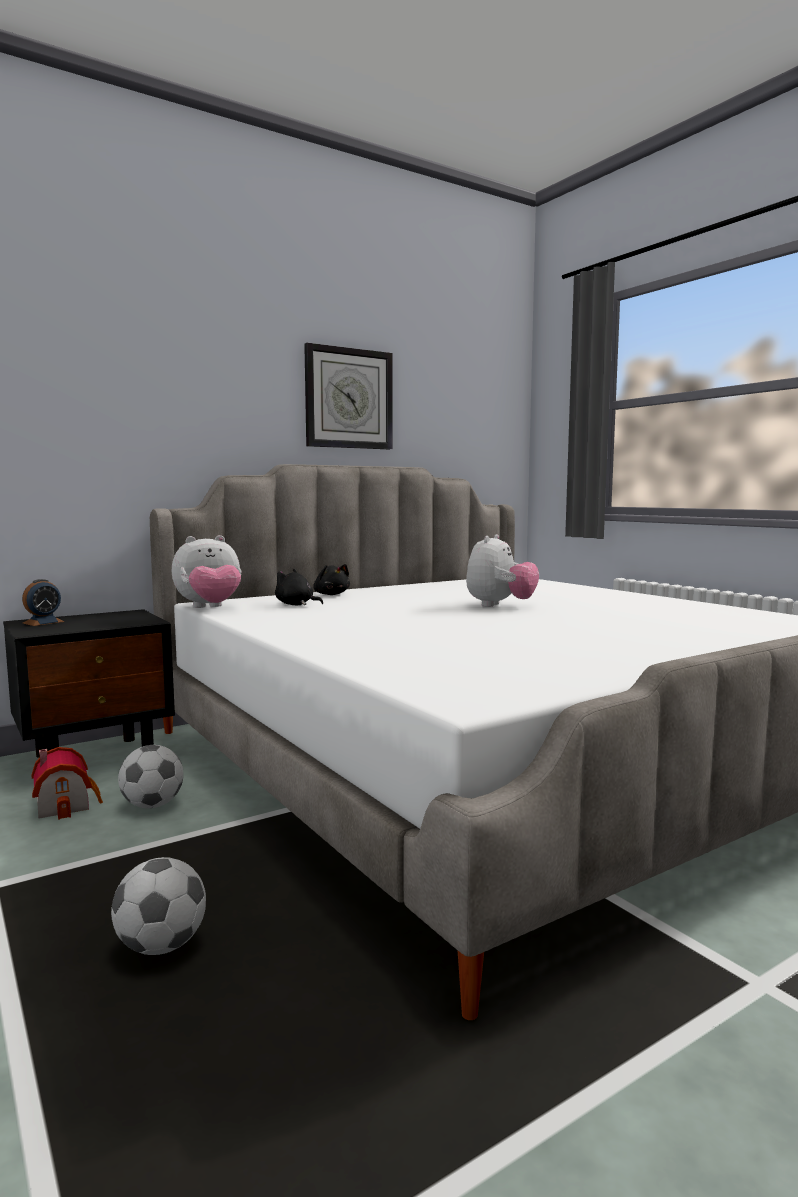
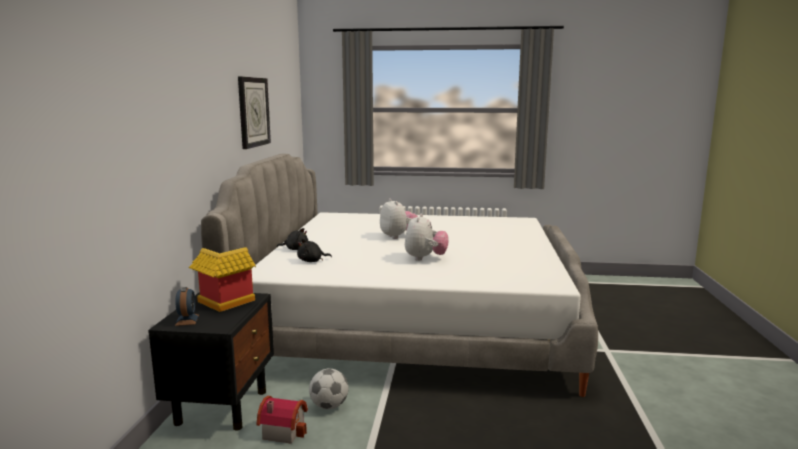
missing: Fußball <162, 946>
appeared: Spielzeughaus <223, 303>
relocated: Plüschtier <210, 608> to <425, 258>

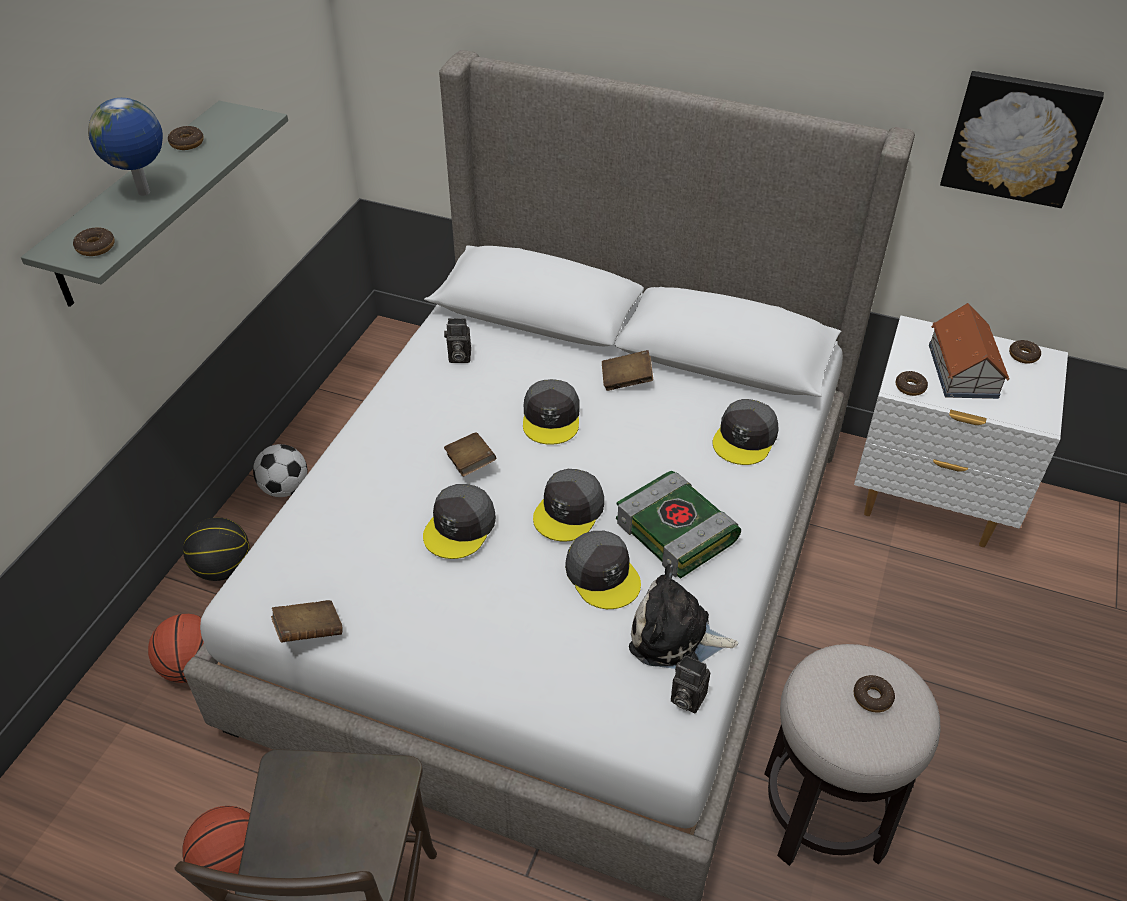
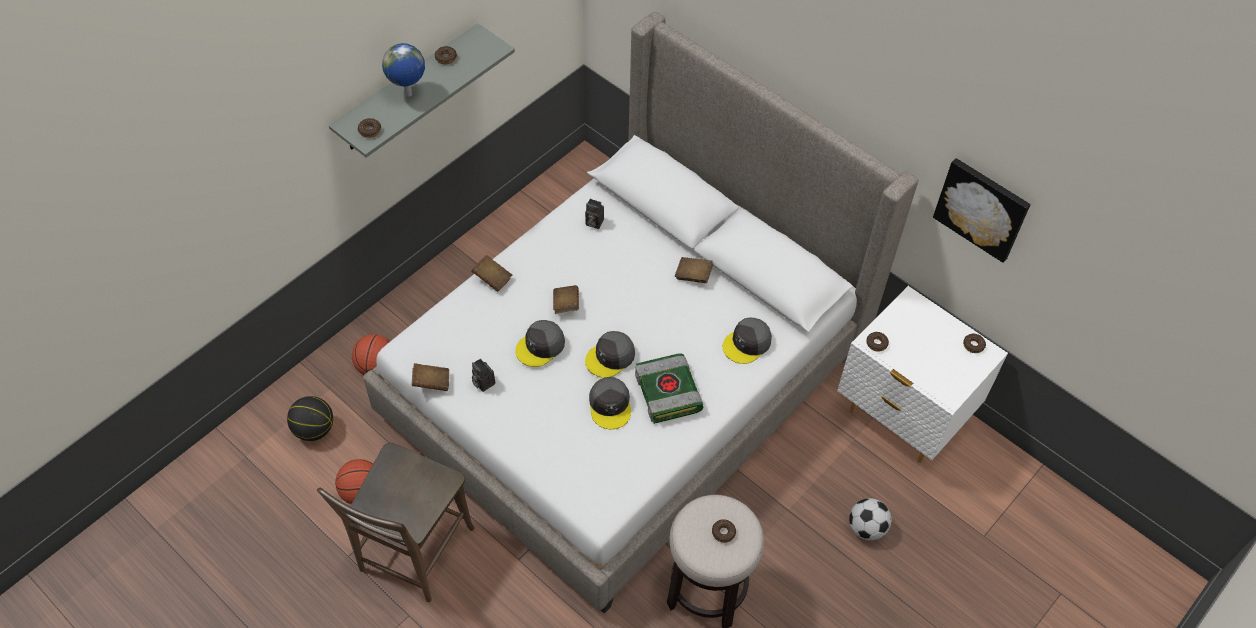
missing: Kappe (grau) <551, 418>; Plüschtier <675, 636>; Spielzeughaus <962, 371>
appeared: Buch (braun) <492, 279>
relocated: Basketball <223, 568> to <314, 429>; Fußball <285, 488> to <867, 528>; Kamera <685, 698> to <482, 382>

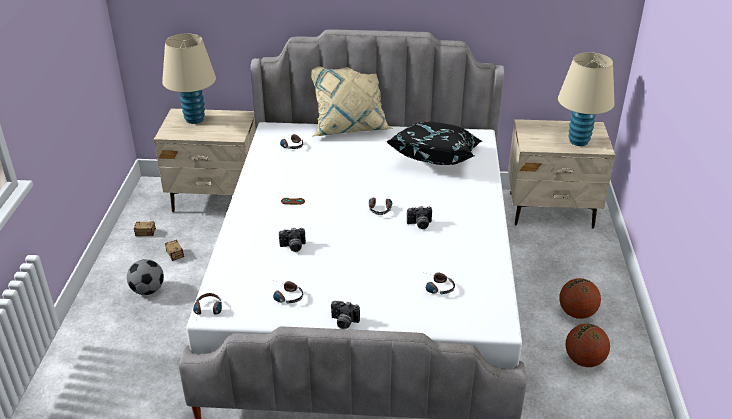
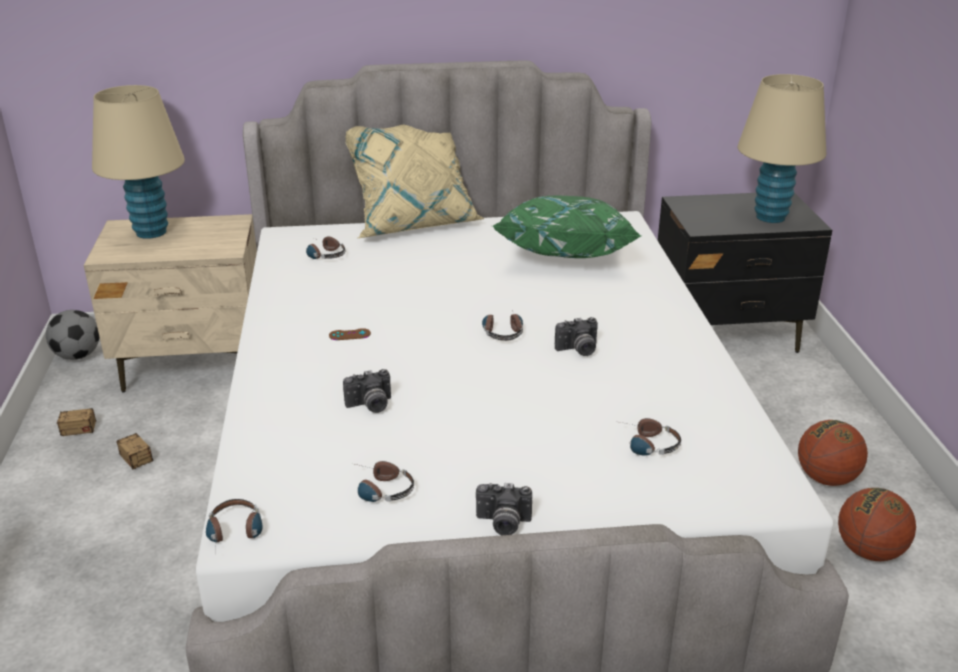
relocated: Fußball <148, 290> to <78, 355>
colour: Kissen (schwarz) <435, 157> to Kissen (grün) <565, 253>; Nachttisch (beige) <551, 211> to Nachttisch (schwarz) <727, 334>

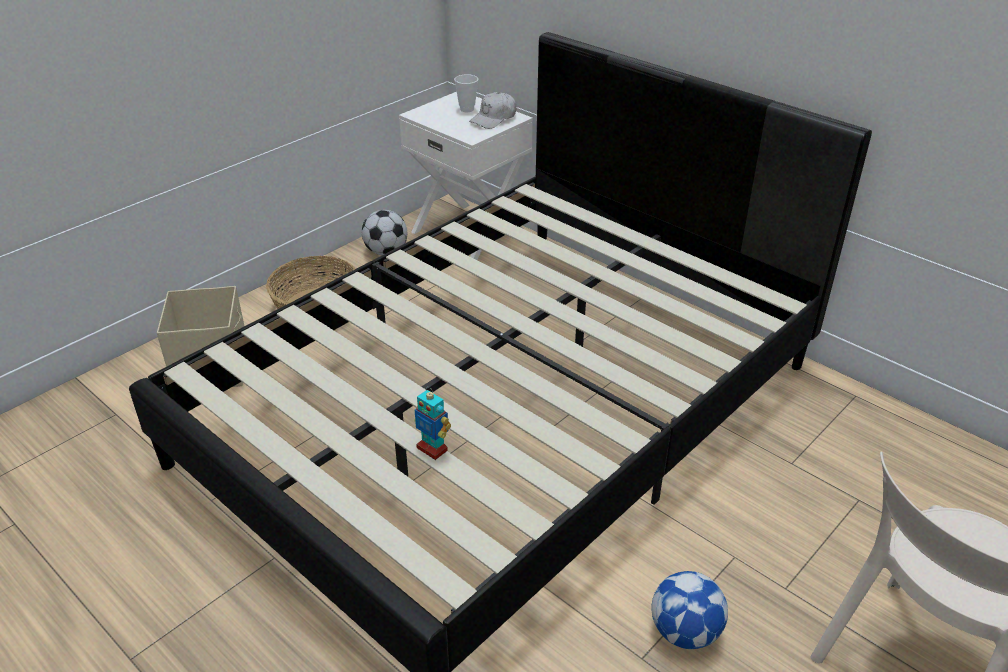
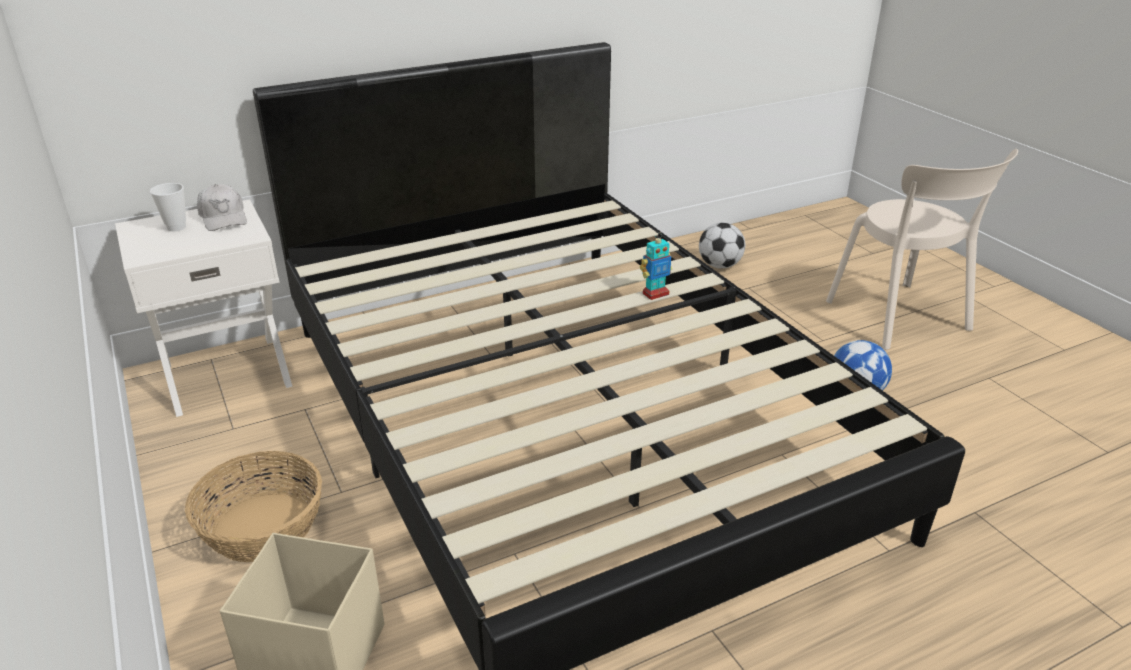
relocated: Fußball <386, 252> to <719, 265>; Spielzeugroboter <432, 449> to <655, 294>

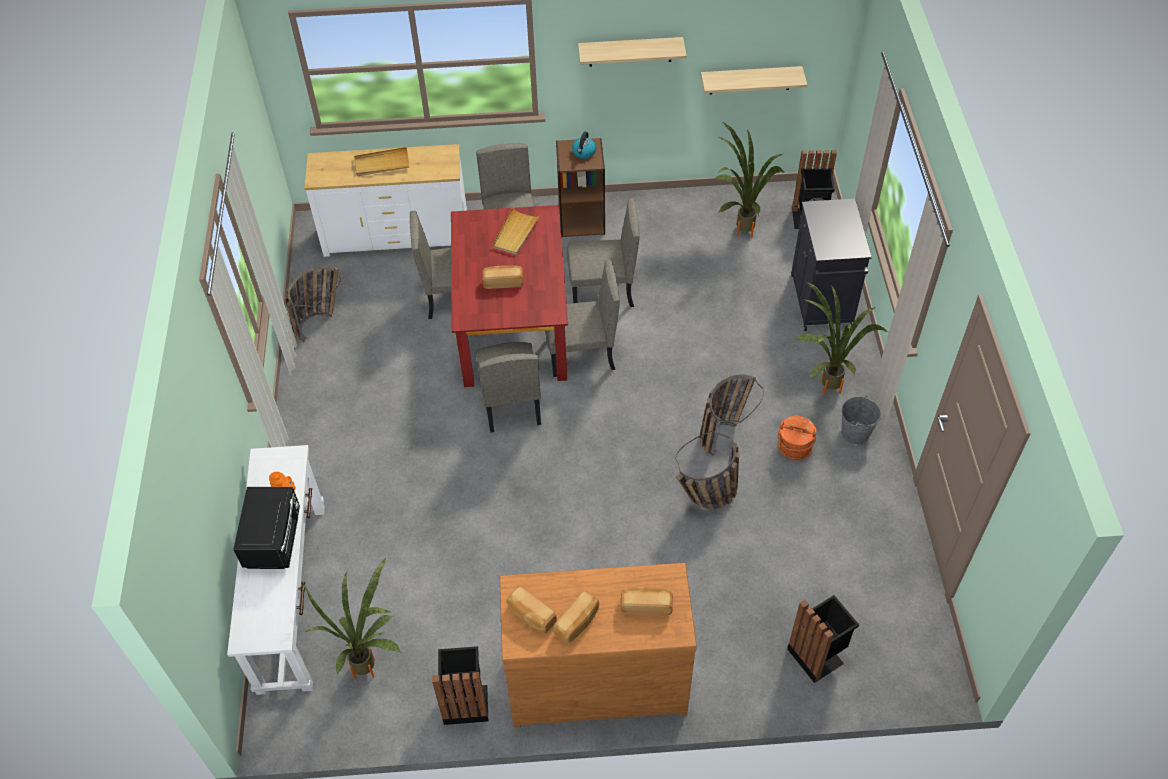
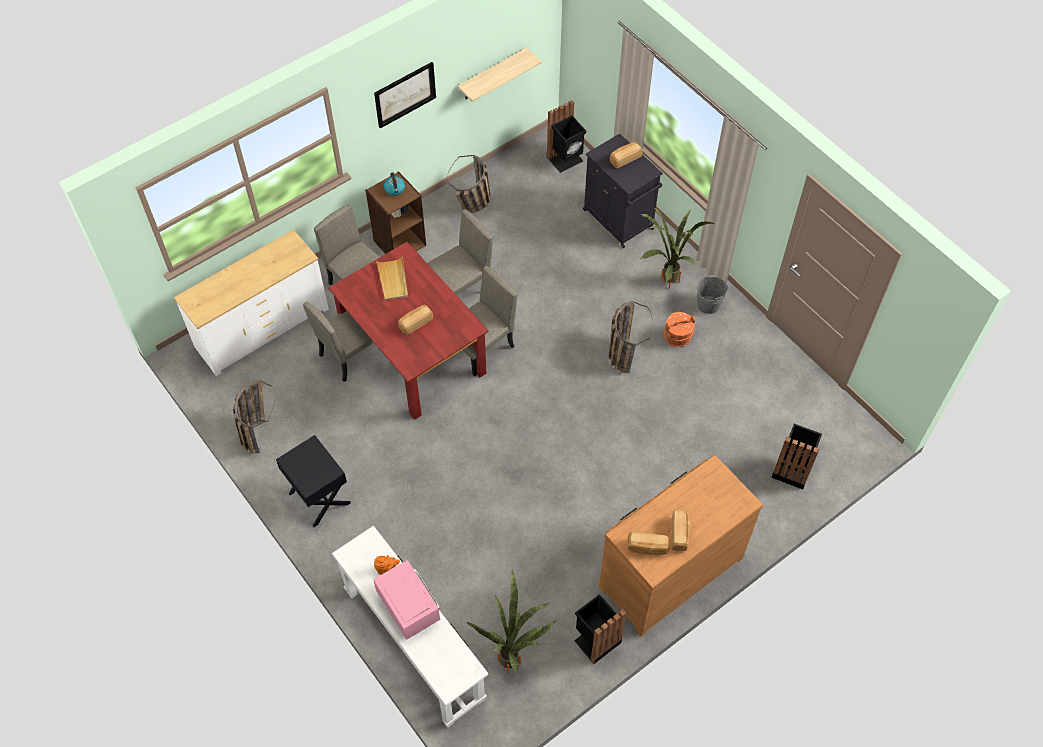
missing: Tablett (beige) <382, 164>; Stuhl (beige) <510, 403>; Topfpflanze <738, 229>
appeared: Nachttisch (schwarz) <319, 498>
relocated: Brot <646, 605> to <625, 159>; Korb <707, 499> to <473, 206>
exchanged: Wandregal <630, 51> to Bild <405, 94>
colour: Mikrowelle (schwarz) <274, 539> to Mikrowelle (rosa) <408, 606>

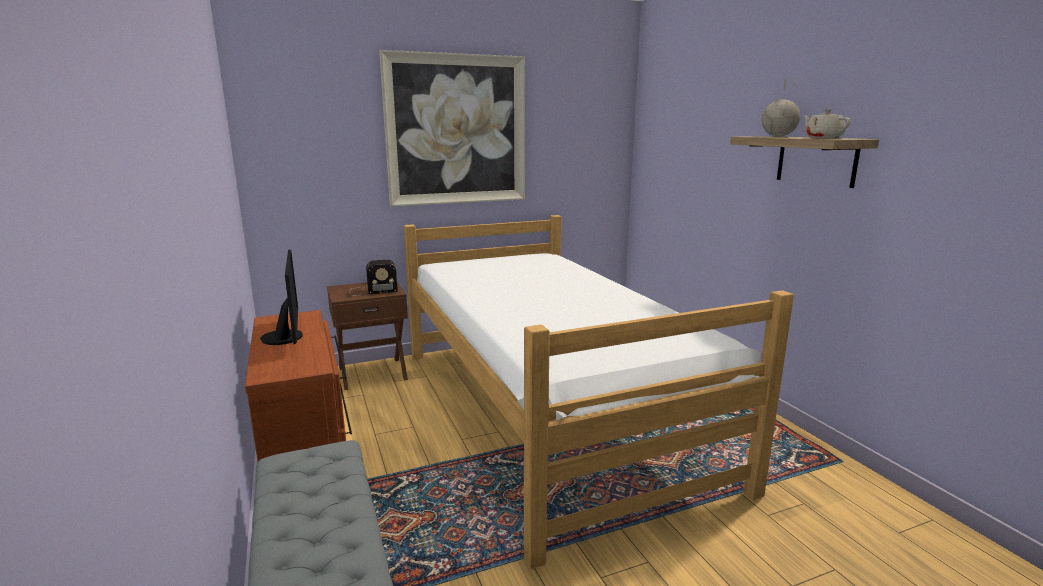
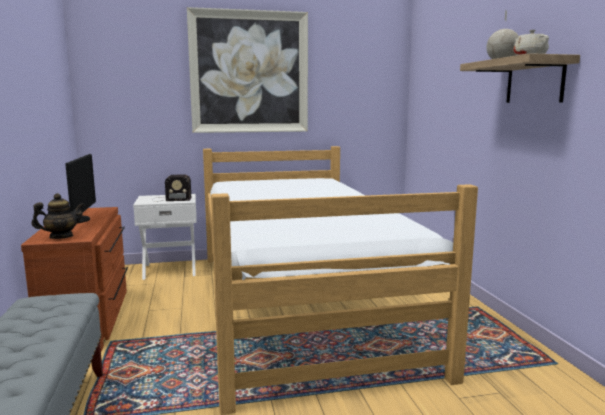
appeared: Teekanne <61, 237>
colour: Nachttisch (braun) <372, 373> to Nachttisch (weiß) <170, 269>

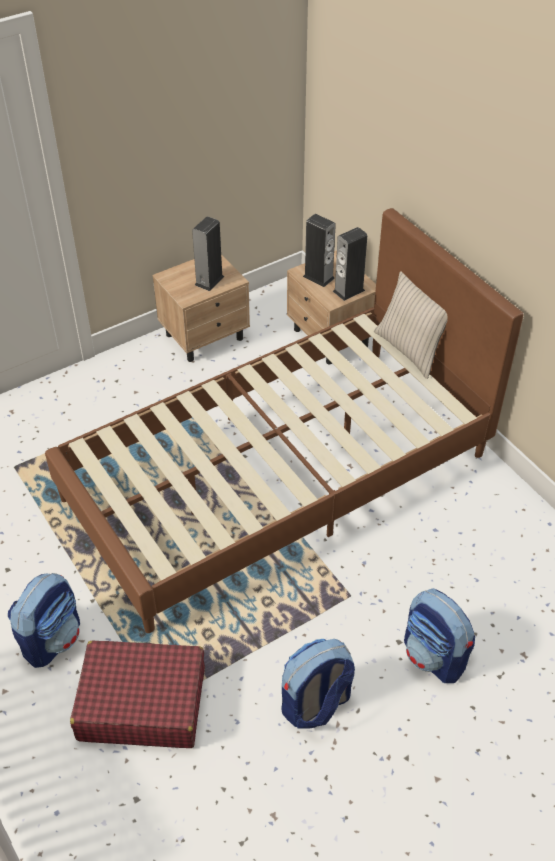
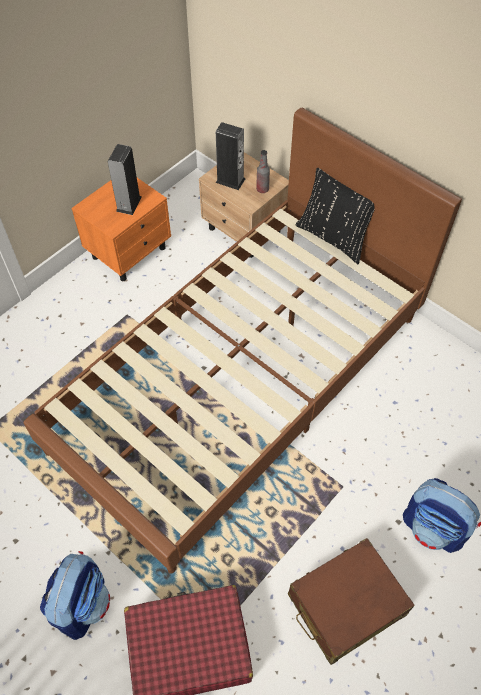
exchanged: Rucksack <315, 704> to Koffer (braun) <346, 605>; Lautsprecher <348, 291> to Flasche <262, 189>
colour: Nachttisch (beige) <205, 336> to Nachttisch (orange) <130, 252>; Kissen (beige) <410, 349> to Kissen (schwarz) <333, 237>

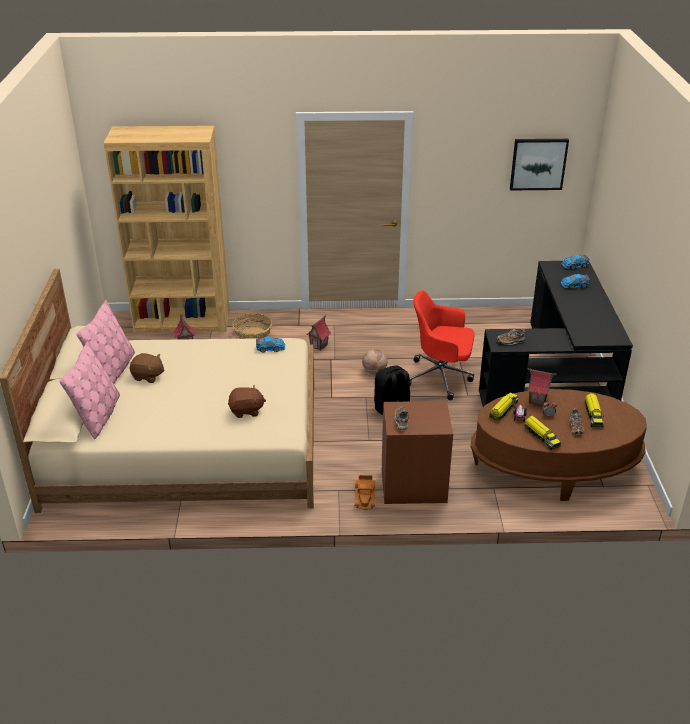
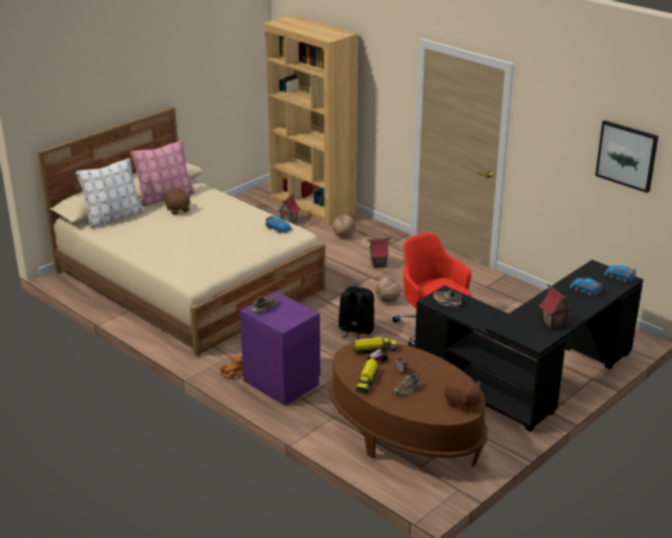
missing: Spielzeuglaster <593, 415>
relocated: Plüschtier (braun) <246, 411> to <462, 403>; Spielzeughaus <537, 400> to <553, 323>
exchanged: Korb <253, 335> to Basketball <344, 236>
colour: Kissen (rosa) <98, 416> to Kissen (weiß) <113, 218>; Nachttisch (braun) <413, 485> to Nachttisch (lila) <282, 382>

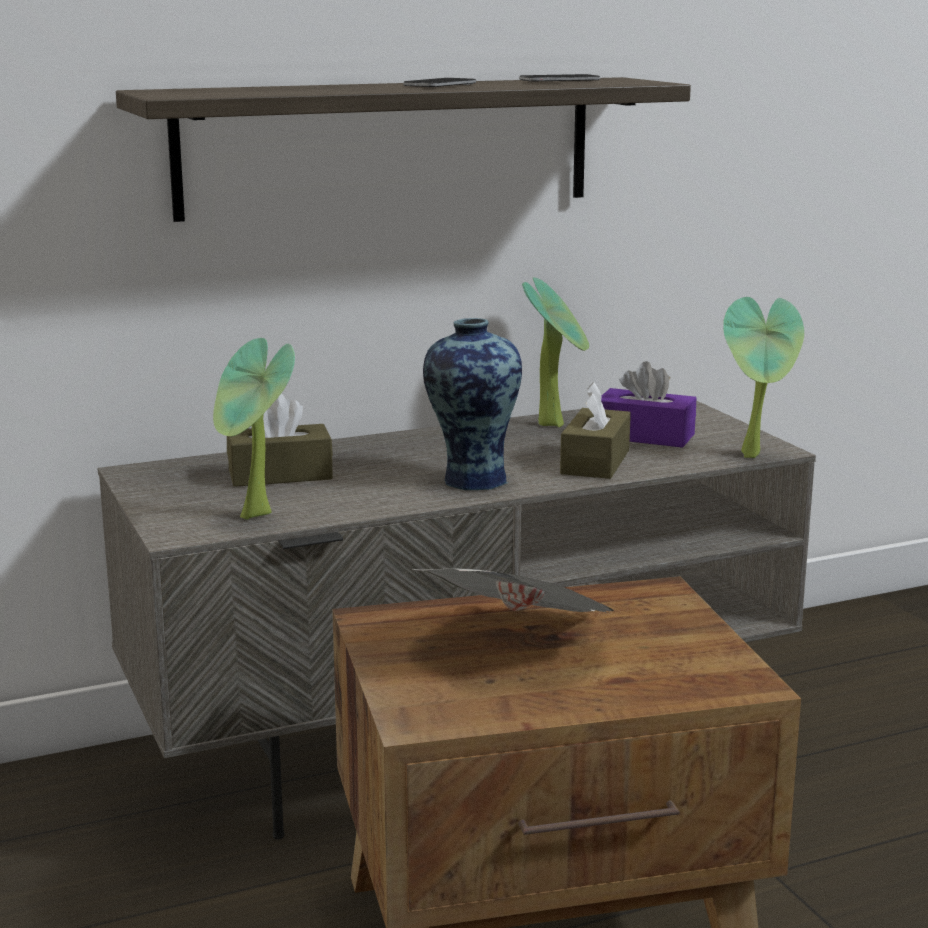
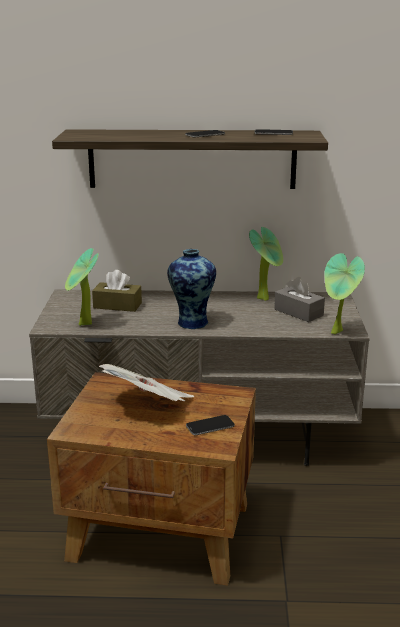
missing: Taschentuchbox (braun) <595, 462>
appeared: Handy <210, 426>
colour: Taschentuchbox (lila) <644, 436> to Taschentuchbox (grau) <298, 312>

